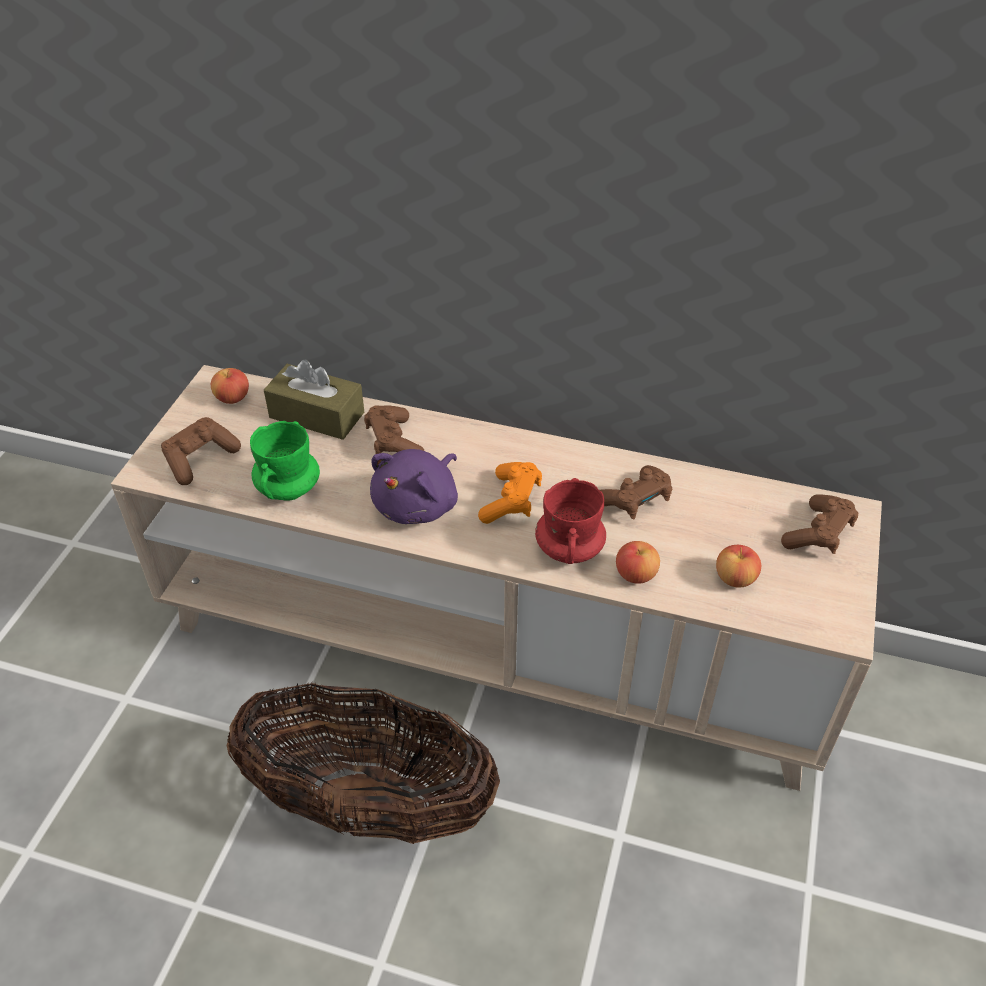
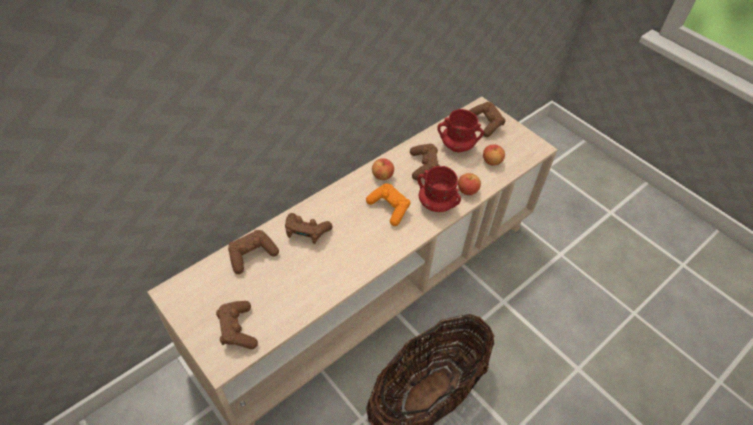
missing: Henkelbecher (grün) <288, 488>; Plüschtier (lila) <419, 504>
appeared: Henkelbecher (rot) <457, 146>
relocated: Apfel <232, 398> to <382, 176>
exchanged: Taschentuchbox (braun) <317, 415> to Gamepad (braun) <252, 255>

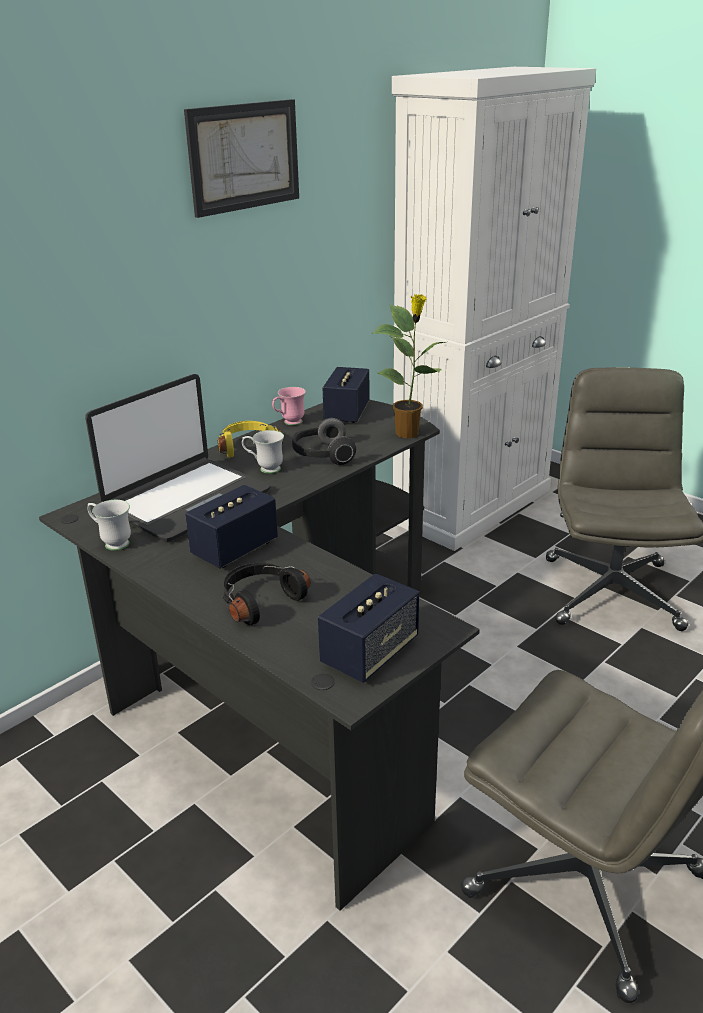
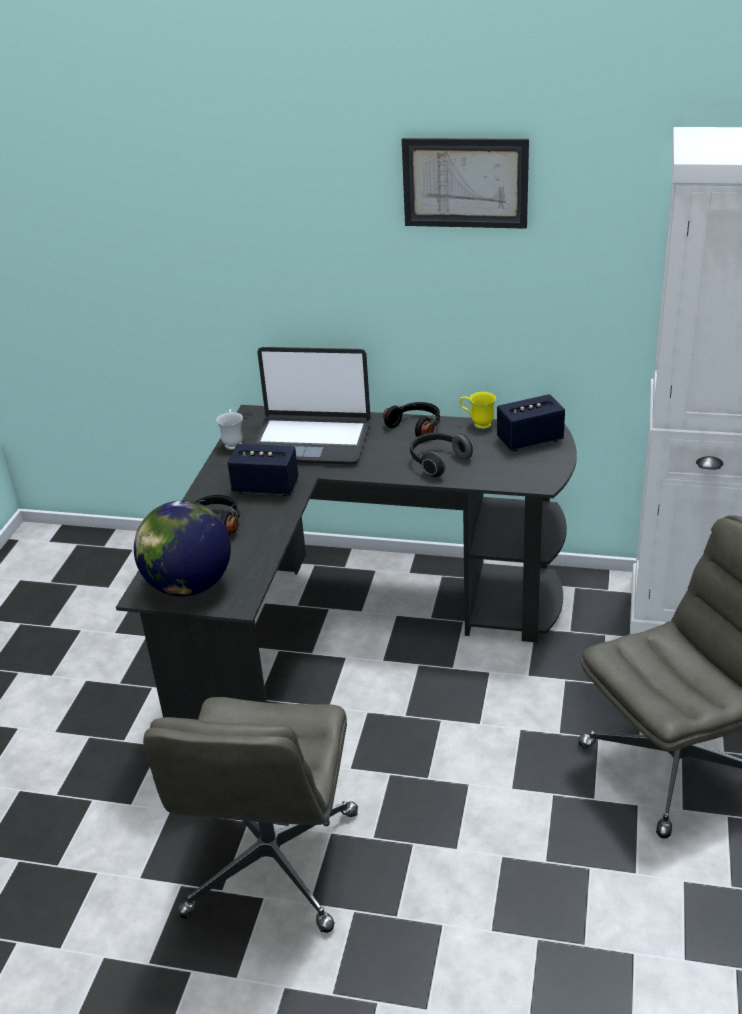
missing: Henkelbecher (weiß) <264, 469>; Topfpflanze <409, 433>
exchanged: Lautsprecher <369, 653> to Globus <189, 586>
colour: Kopfhörer (gelb) <248, 446> to Kopfhörer (schwarz) <416, 426>; Henkelbecher (rosa) <289, 423> to Henkelbecher (gelb) <477, 424>

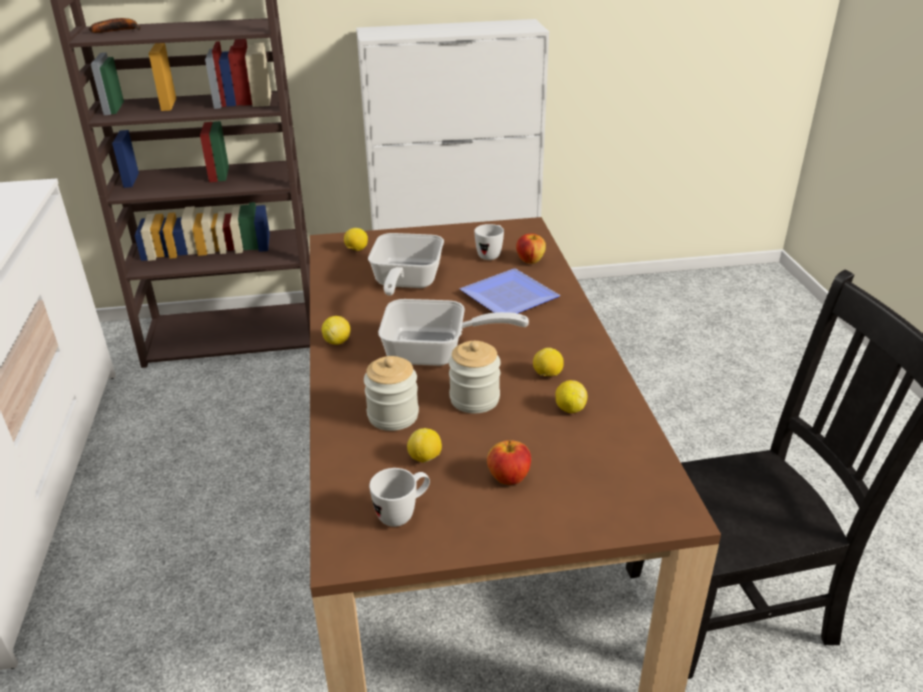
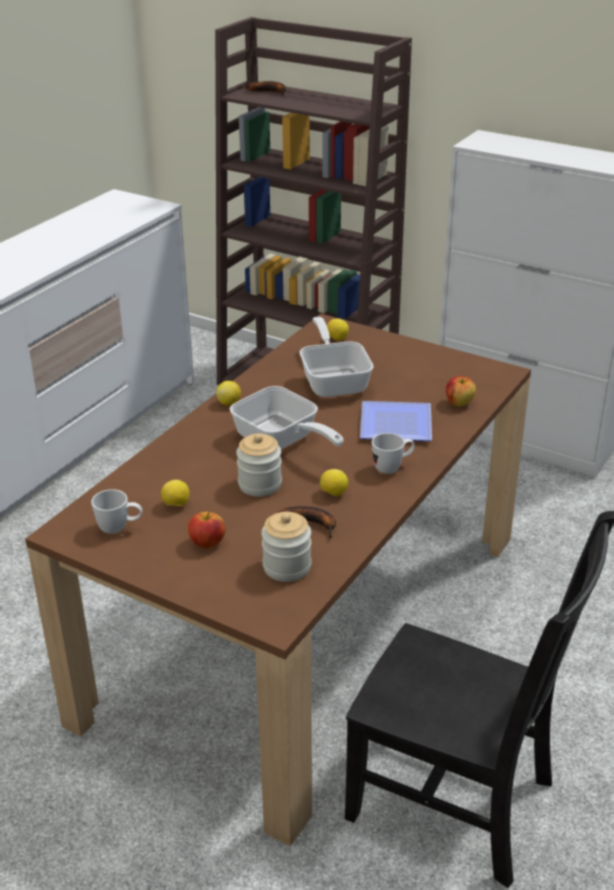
relocated: Vorratsglas <393, 415> to <287, 567>; Henkelbecher (weiß) <491, 254> to <392, 467>
exchanged: Zitrone <570, 409> to Banane <312, 523>
spun: Pfanne <405, 283> = <334, 380> 120 degrees clockwise

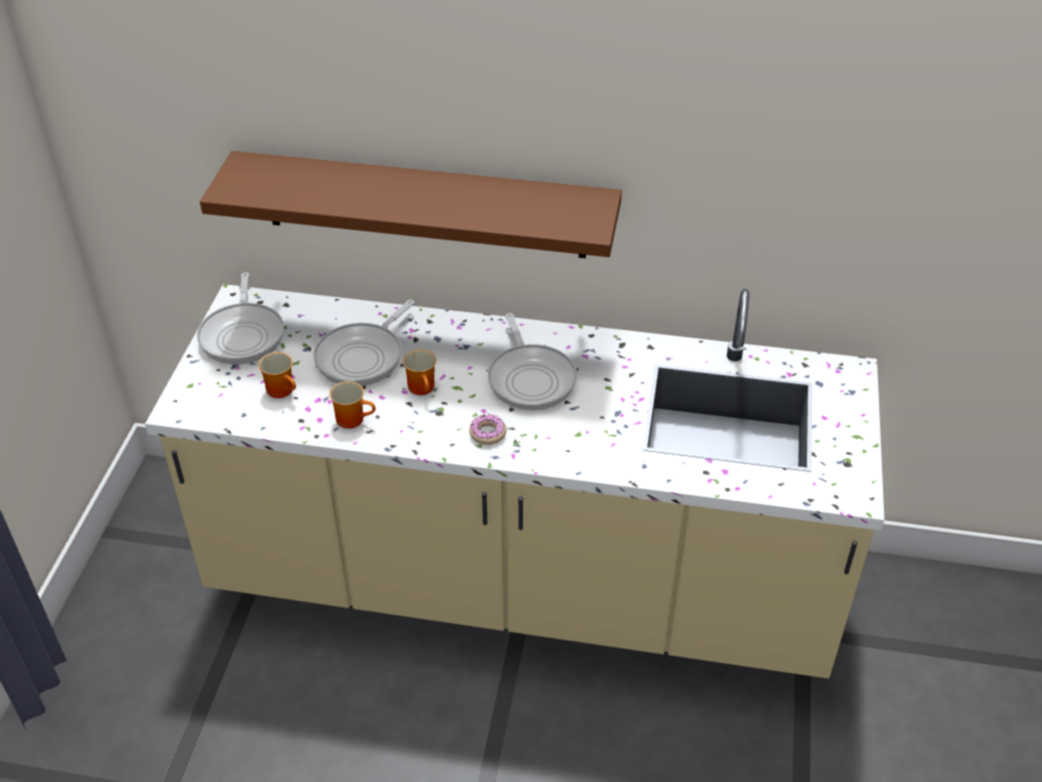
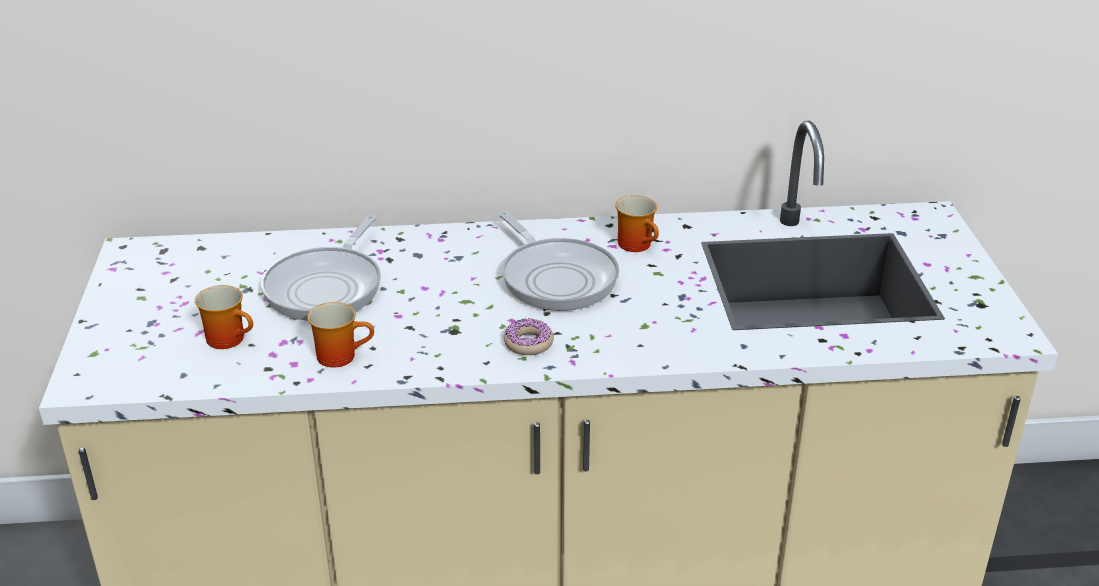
missing: Pfanne <243, 334>; Wandregal (braun) <425, 205>
relocated: Henkelbecher <424, 388> to <639, 245>

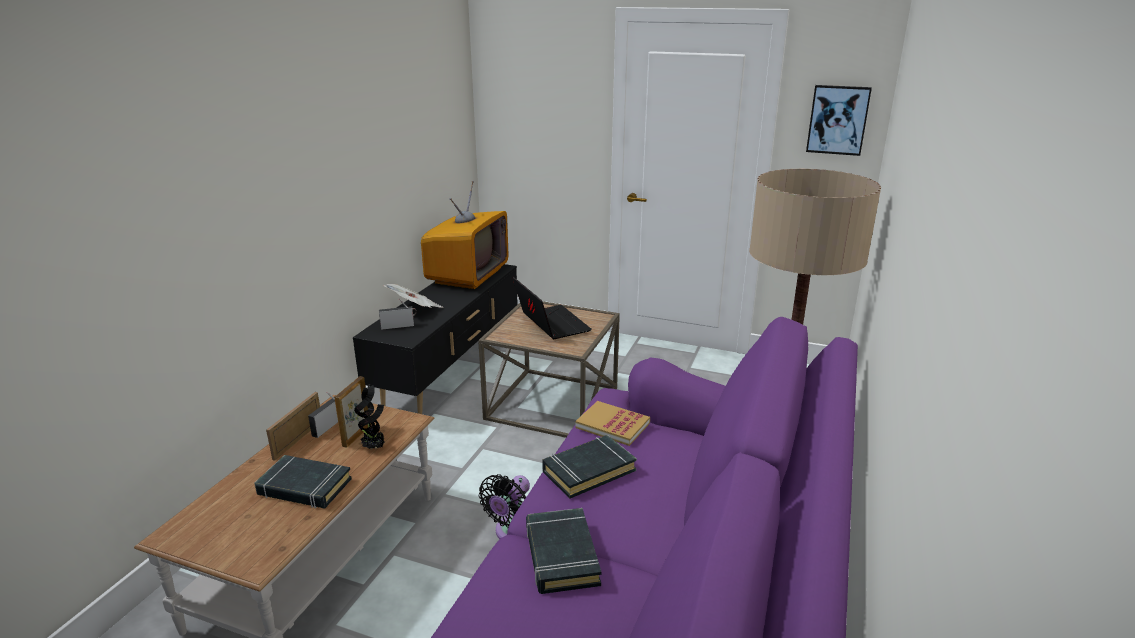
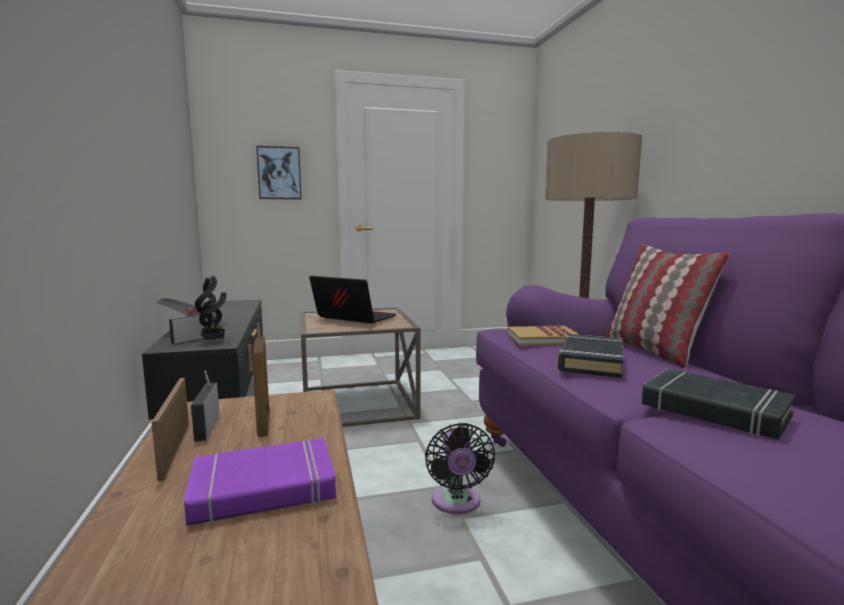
missing: Fernseher <468, 275>
appeared: Kissen <653, 350>
relocated: Topfpflanze <374, 447> to <214, 341>; Bild <838, 120> to <279, 173>
colour: Buch (schwarz) <304, 487> to Buch (lila) <264, 490>

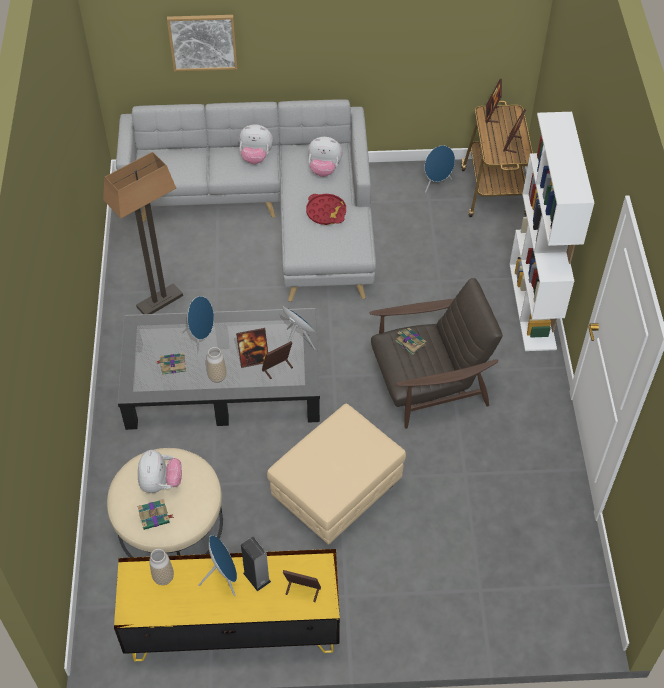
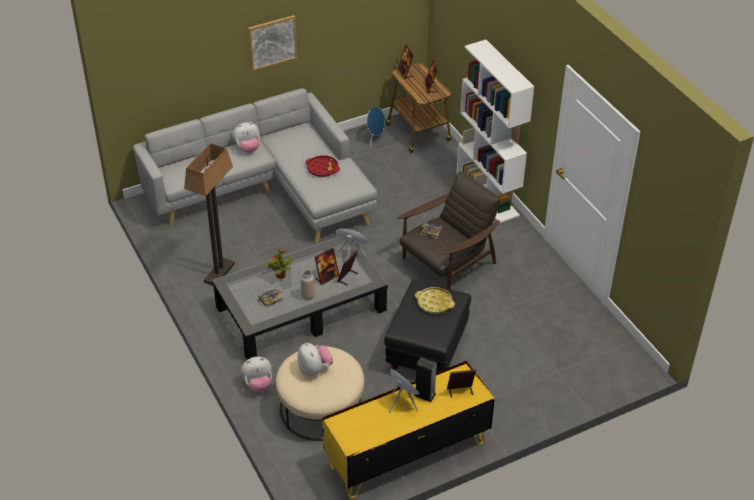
missing: Buch <155, 517>; Vase <163, 577>
appeared: Tablett (gelb) <434, 303>
relocated: Bild <203, 42> to <272, 42>; Plüschtier <324, 169> to <258, 384>
exchanged: Lautsprecher (blau) <201, 338> to Topfpflanze <280, 276>
colour: Polsterhocker (beige) <336, 494> to Polsterhocker (schwarz) <426, 349>

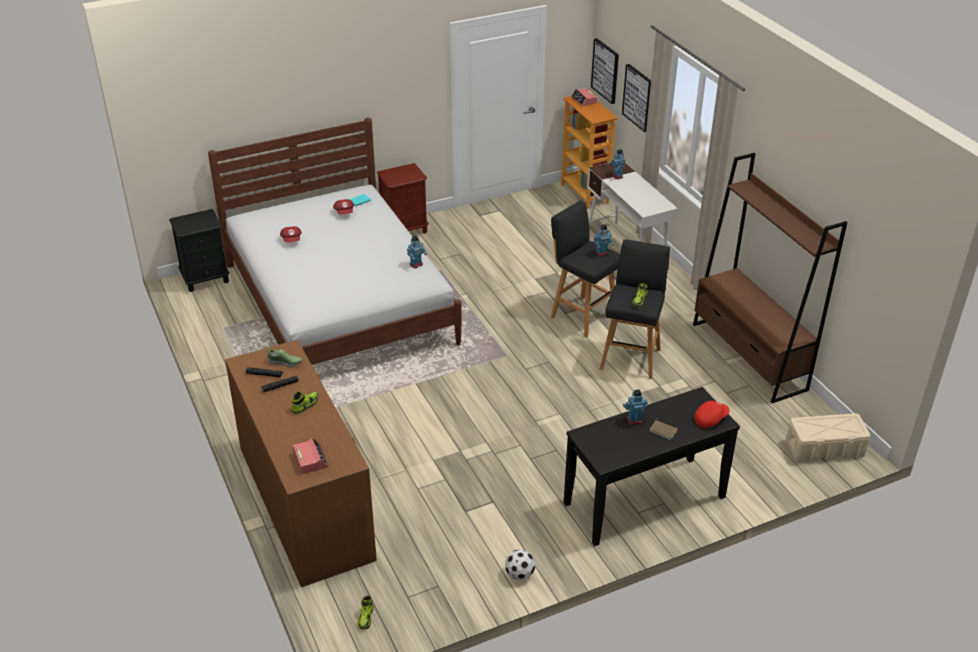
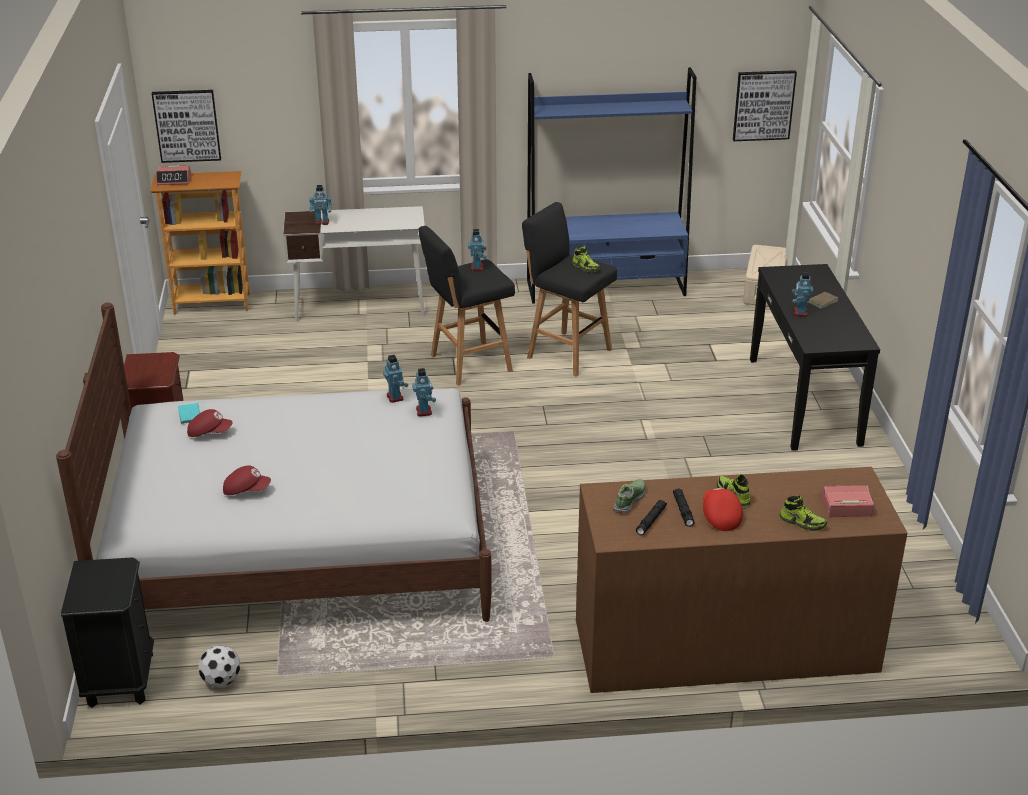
appeared: Spielzeugroboter <424, 411>
relocated: Schuh <366, 617> to <802, 523>; Fußball <519, 574> to <221, 681>; Bild <638, 97> to <763, 105>; Kappe (rot) <710, 419> to <719, 516>
colour: Bücherregal (braun) <748, 357> to Bücherregal (blau) <606, 288>

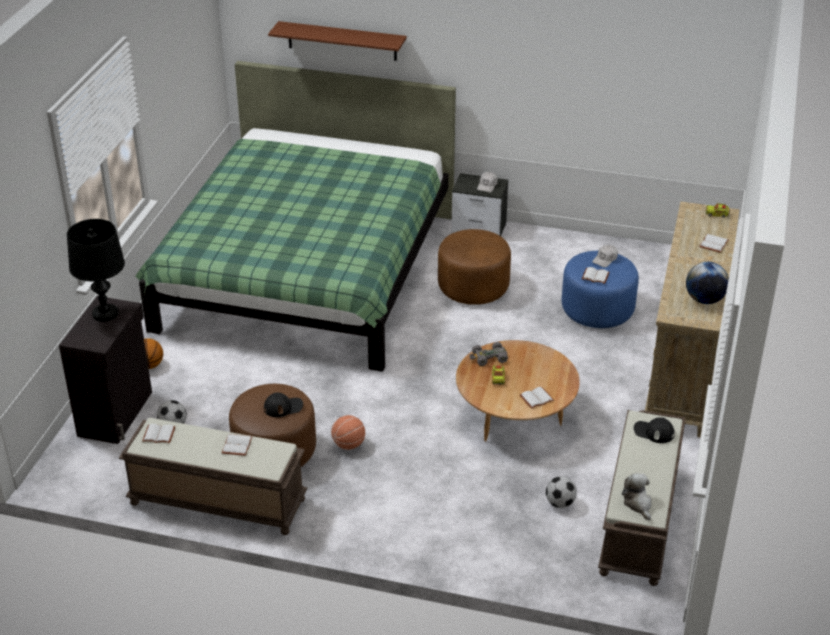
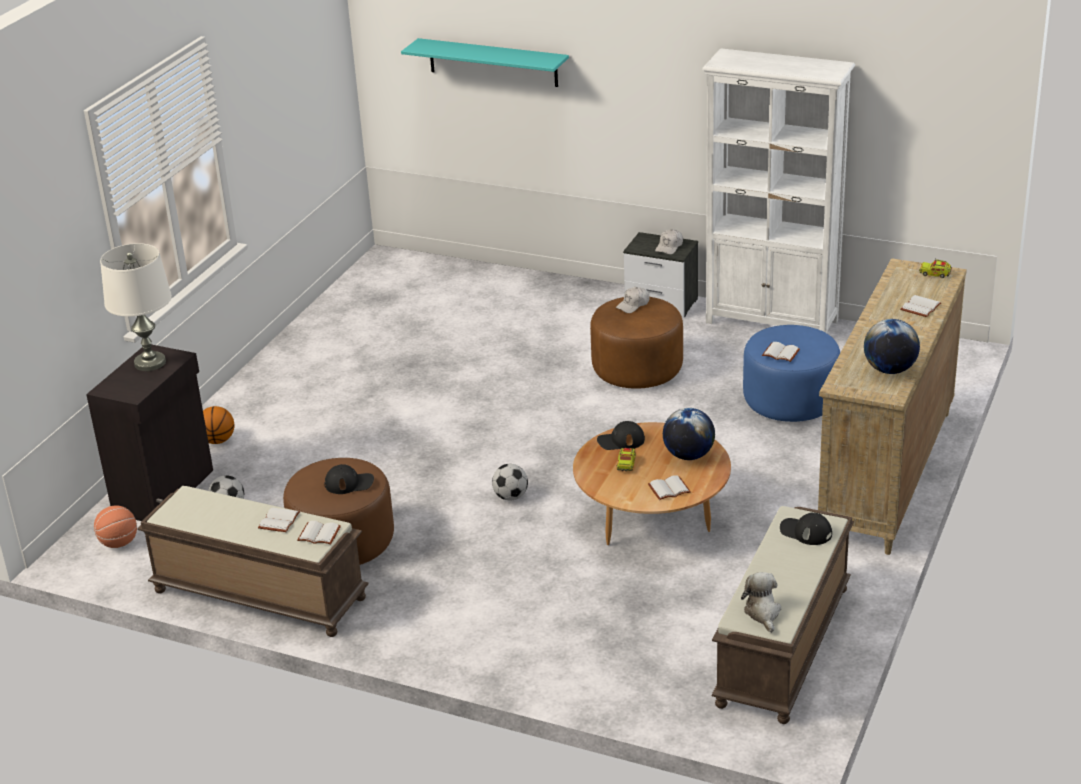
missing: Bett (grün) <307, 271>
appeared: Globus <688, 455>; Bücherregal (weiß) <772, 321>
relocated: Buch (weiß) <159, 434> to <320, 533>; Basketball <349, 444> to <119, 543>; Fußball <560, 503> to <511, 497>; Kappe (weiß) <605, 259> to <633, 305>
exchanged: Spielzeugauto (grau) <489, 358> to Kappe (schwarz) <621, 441>
colour: Tischlampe (schwarz) <105, 314> to Tischlampe (weiß) <150, 363>; Wandregal (braun) <342, 41> to Wandregal (türkis) <493, 62>

